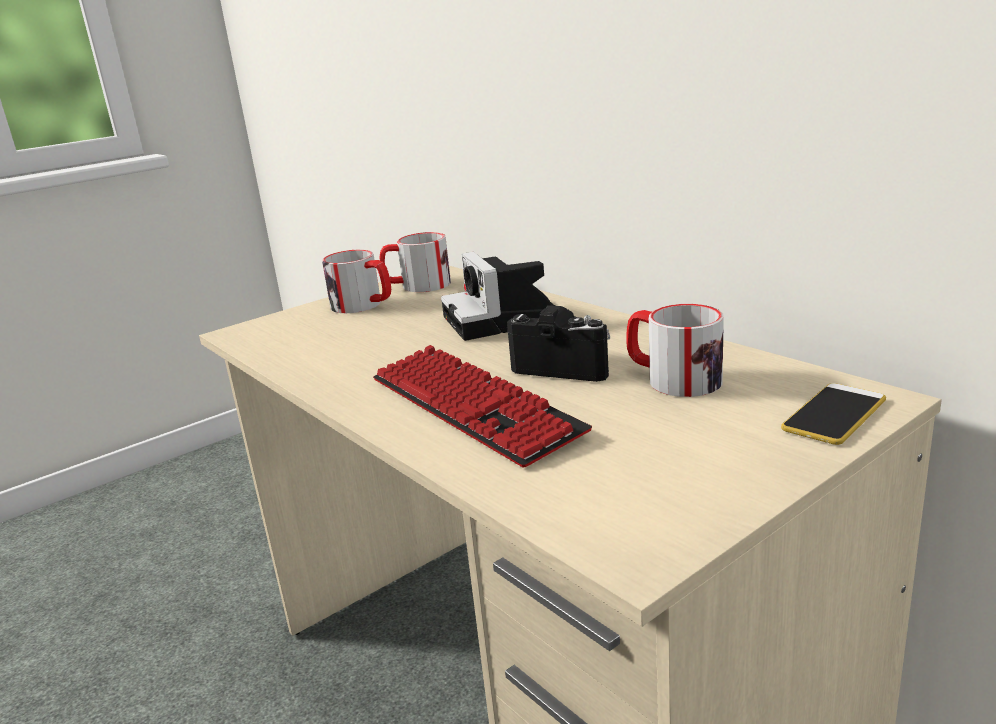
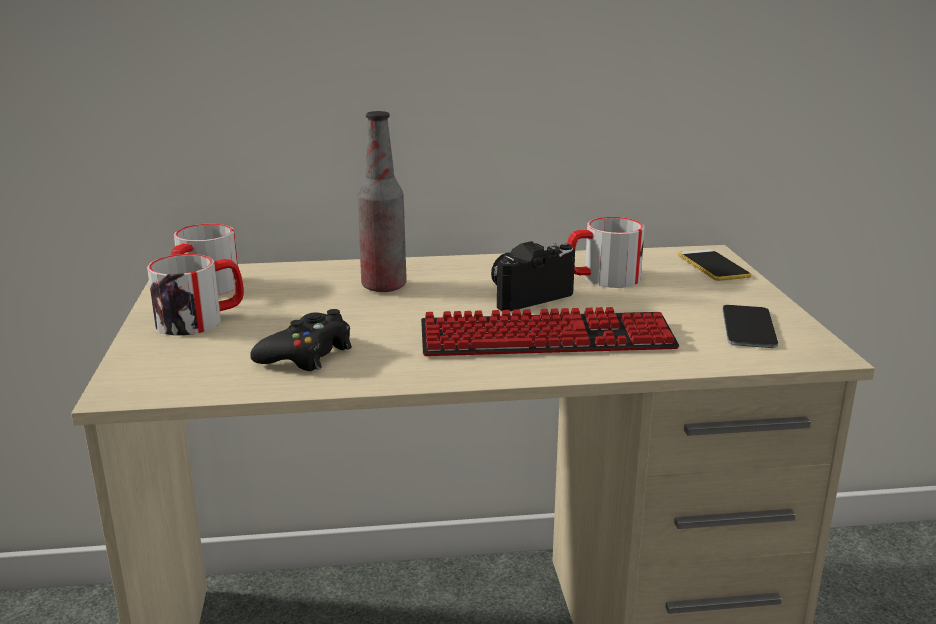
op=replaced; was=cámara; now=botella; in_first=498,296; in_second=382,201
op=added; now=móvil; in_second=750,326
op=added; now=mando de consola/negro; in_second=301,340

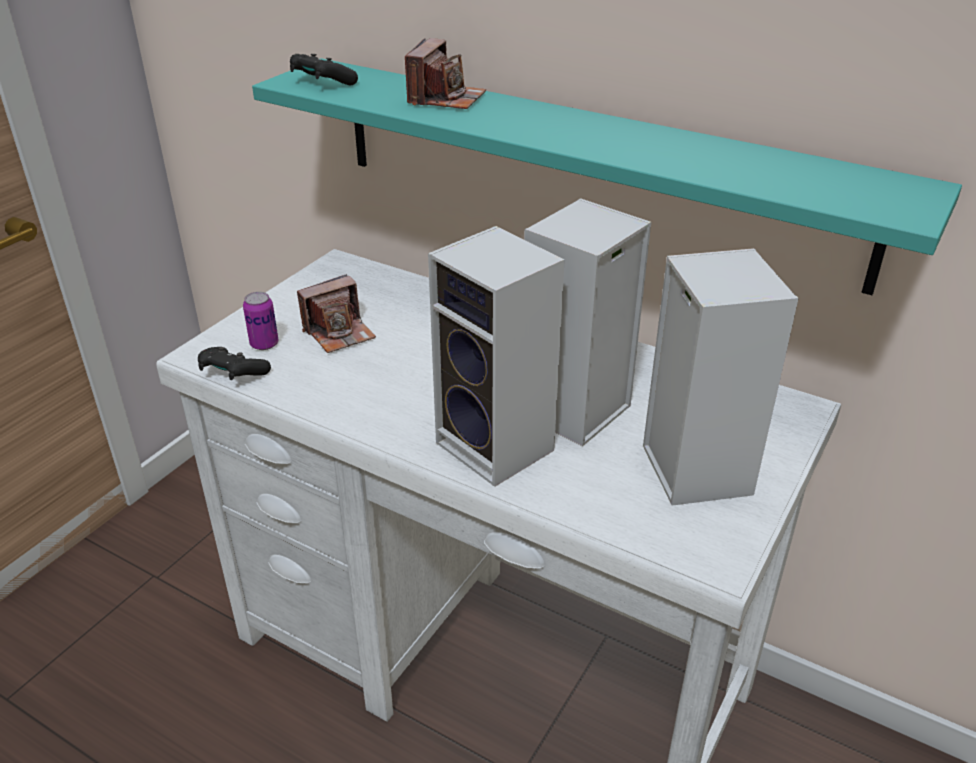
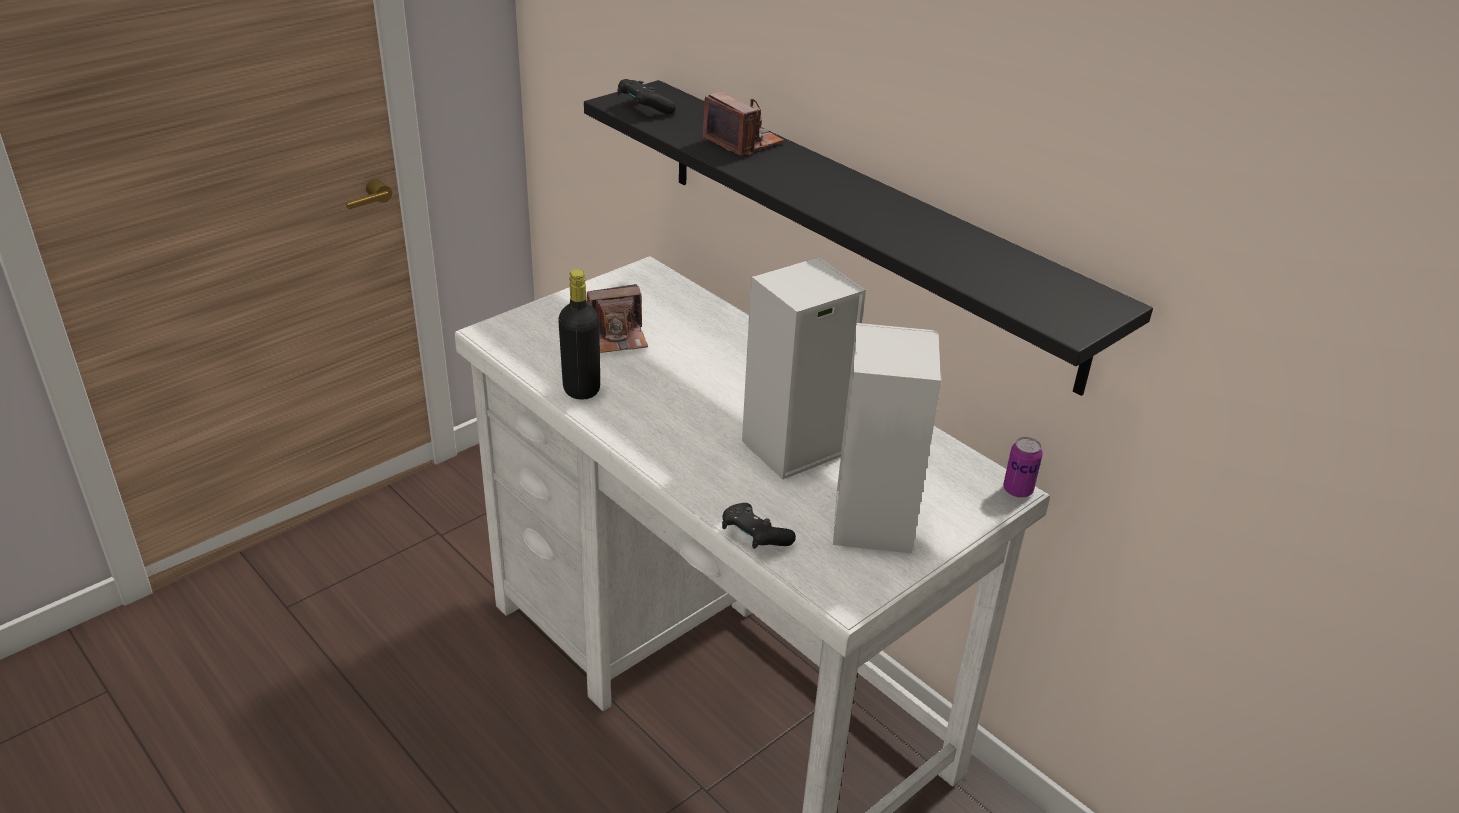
op=turned; was=cámara; in_first=445,73; in_second=743,124; clockwise=-75
op=recoloured; was=estante/turquesa; now=estante/negro; in_first=607,176; in_second=868,238
op=removed; was=altavoz; in_first=496,356
op=moved; was=lata; in_first=261,321; in_second=1023,467
op=moved; was=mando de consola/negro; in_first=234,363; in_second=759,526
op=added; now=botella/negro; in_second=579,334

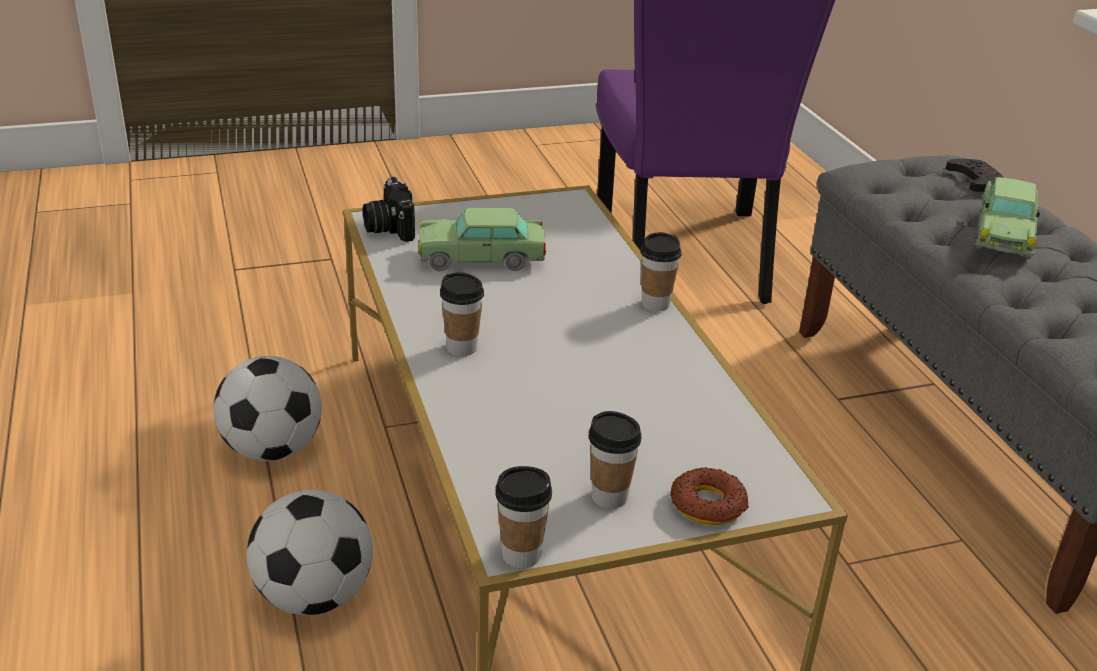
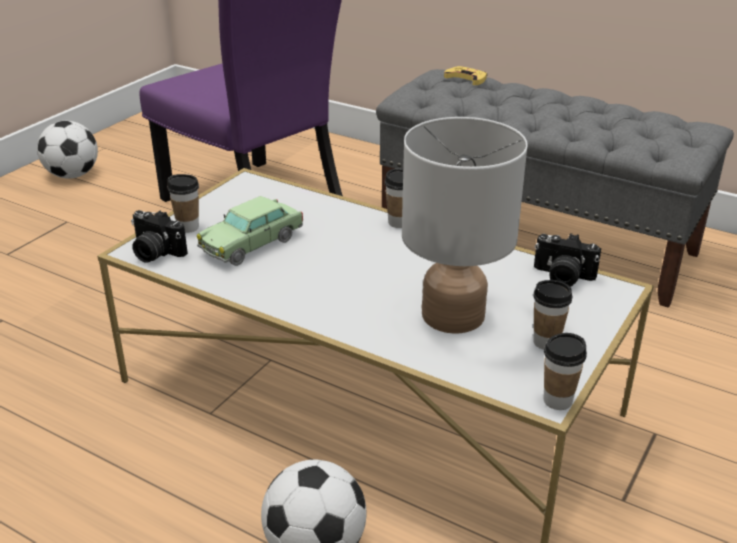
op=recoloured; was=mando de consola/negro; now=mando de consola/amarillo; in_first=975,175; in_second=465,75
op=removed; was=coche de juguete; in_first=1008,218
op=moved; was=taza; in_first=462,314; in_second=183,203
op=moved; was=balón de fútbol; in_first=267,408; in_second=67,150
op=removed; was=rosquilla; in_first=709,496
op=added; now=lámpara de mesa/gris; in_second=465,225
op=added; now=cámara; in_second=567,260

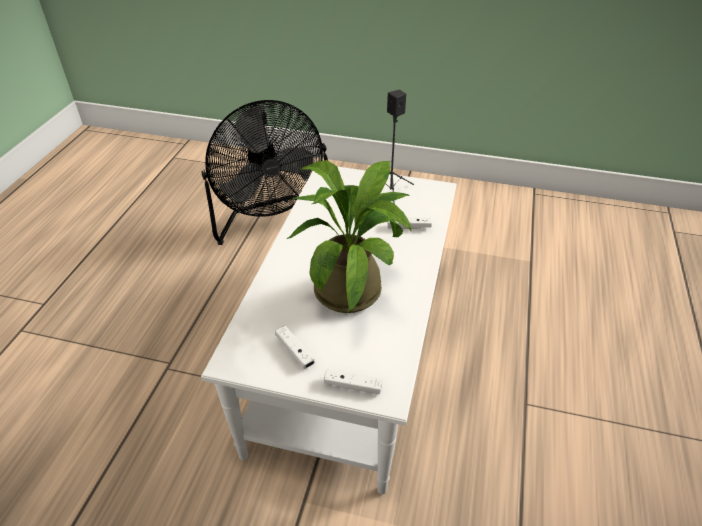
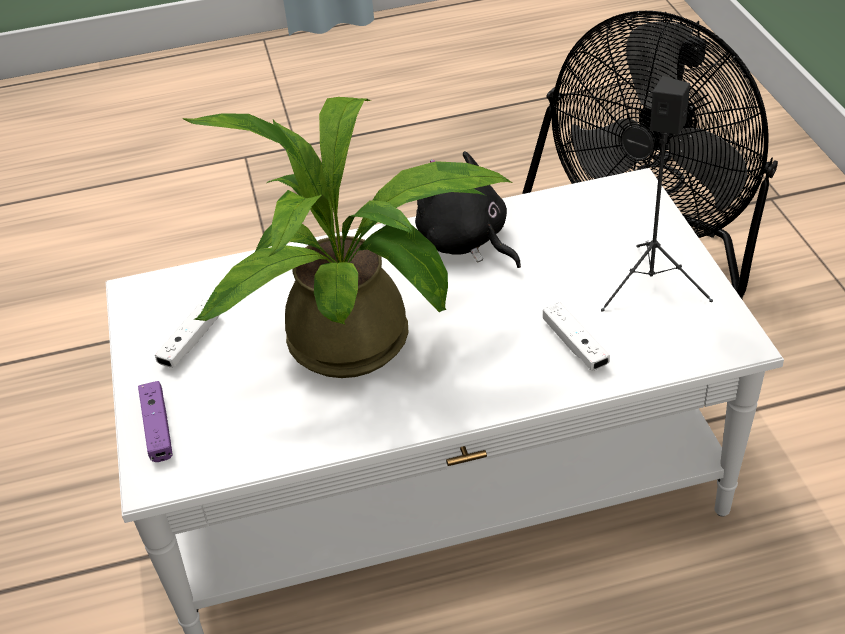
op=recoloured; was=mando de consola/blanco; now=mando de consola/morado; in_first=353,381; in_second=155,421
op=added; now=peluche/negro; in_second=468,209

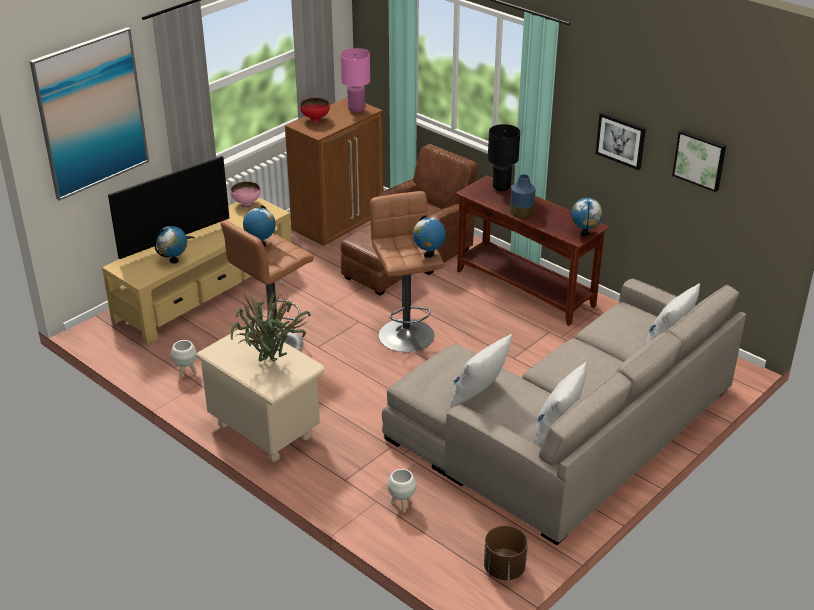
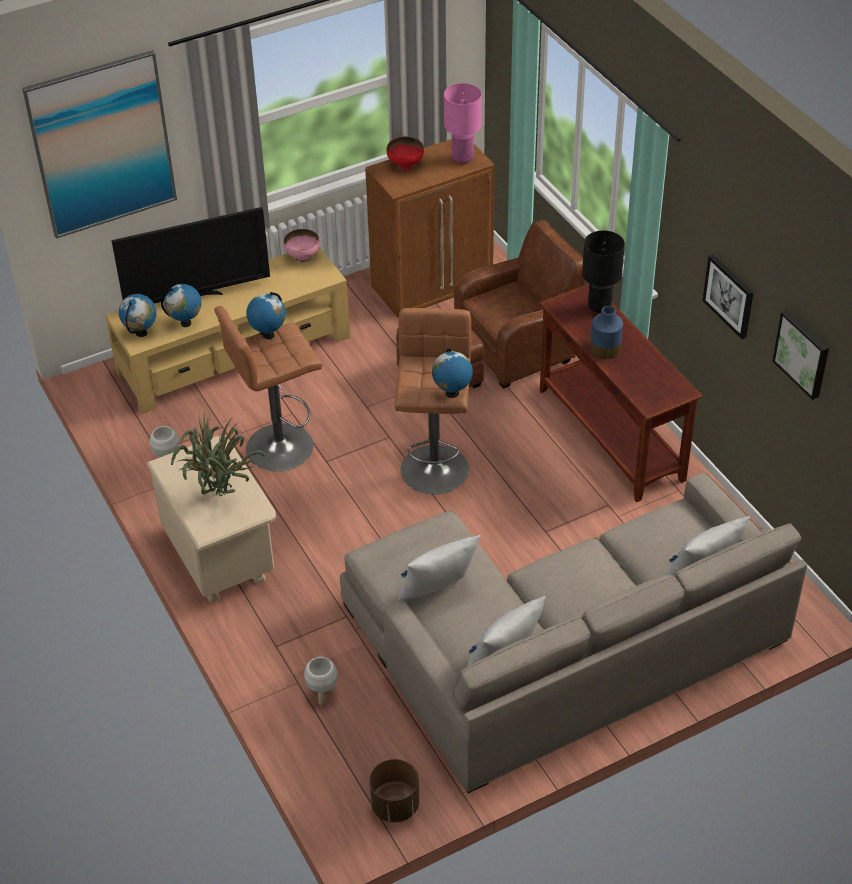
op=moved; was=globo terráqueo; in_first=587,217; in_second=138,315

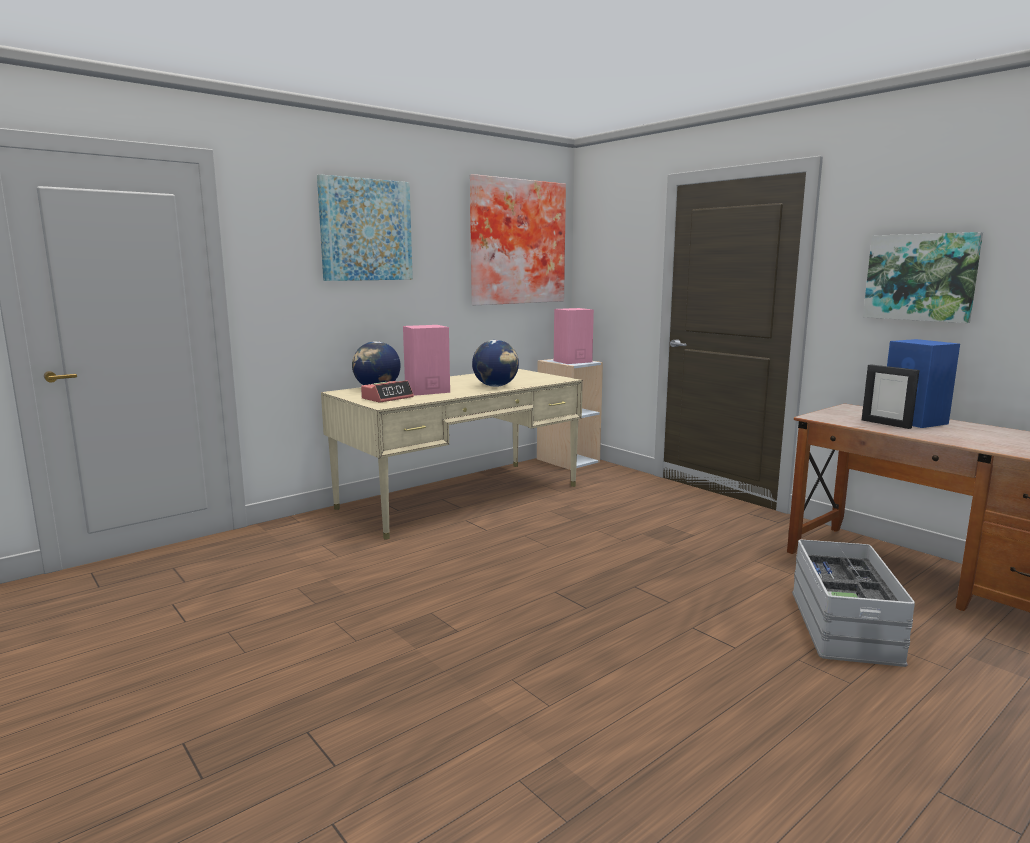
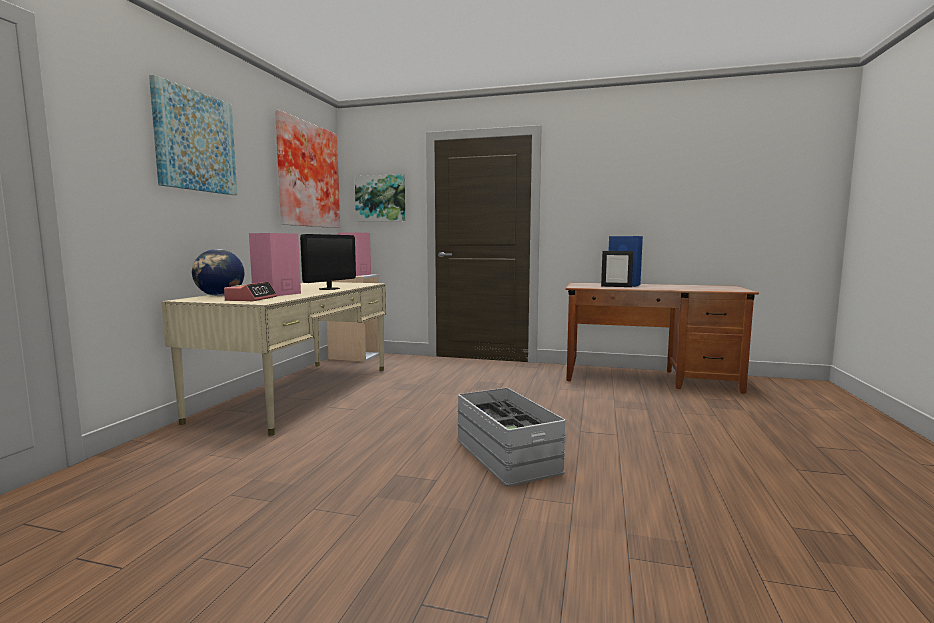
op=moved; was=cuadro; in_first=923,277; in_second=380,198
op=replaced; was=globo terráqueo; now=monitor; in_first=495,363; in_second=328,262
op=moved; was=caja de almacenaje/gris; in_first=853,603; in_second=511,437

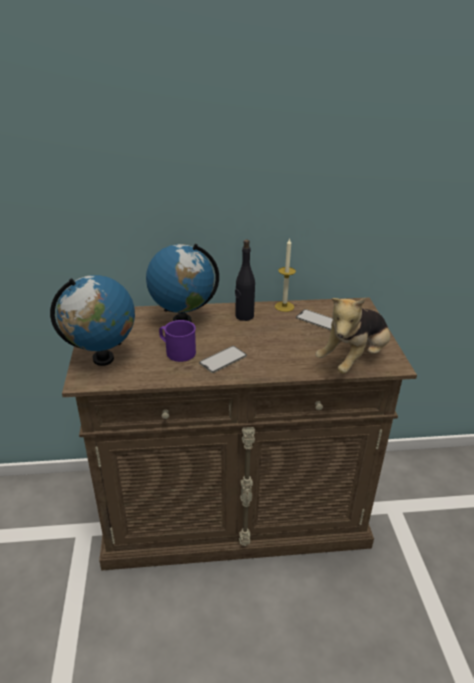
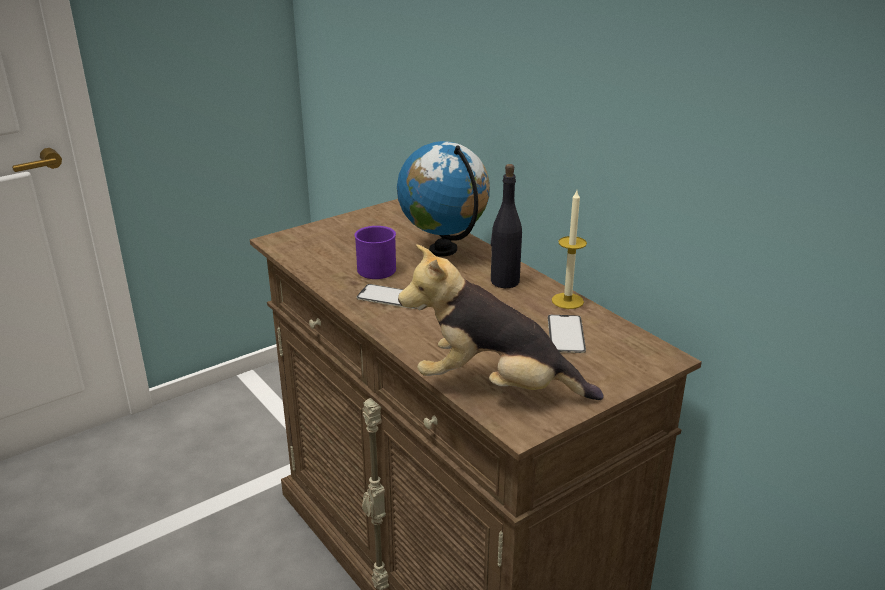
op=removed; was=globo terráqueo; in_first=92,320

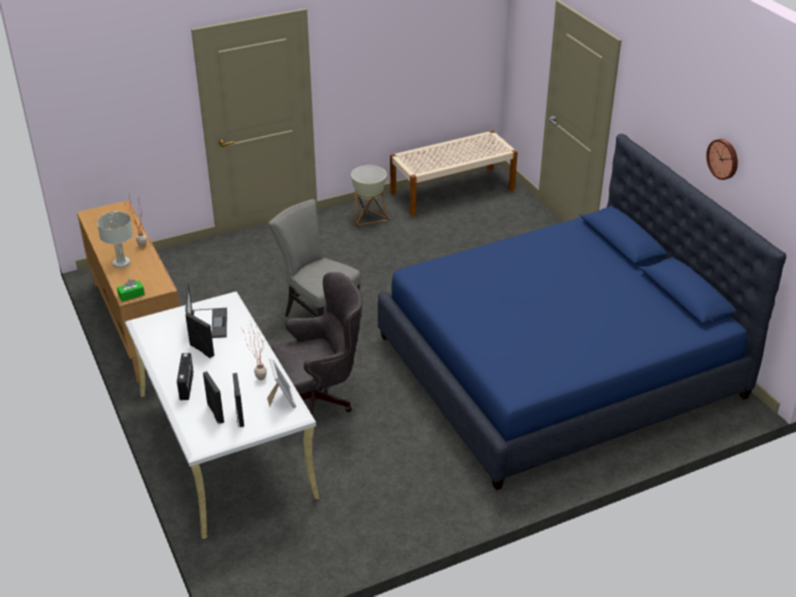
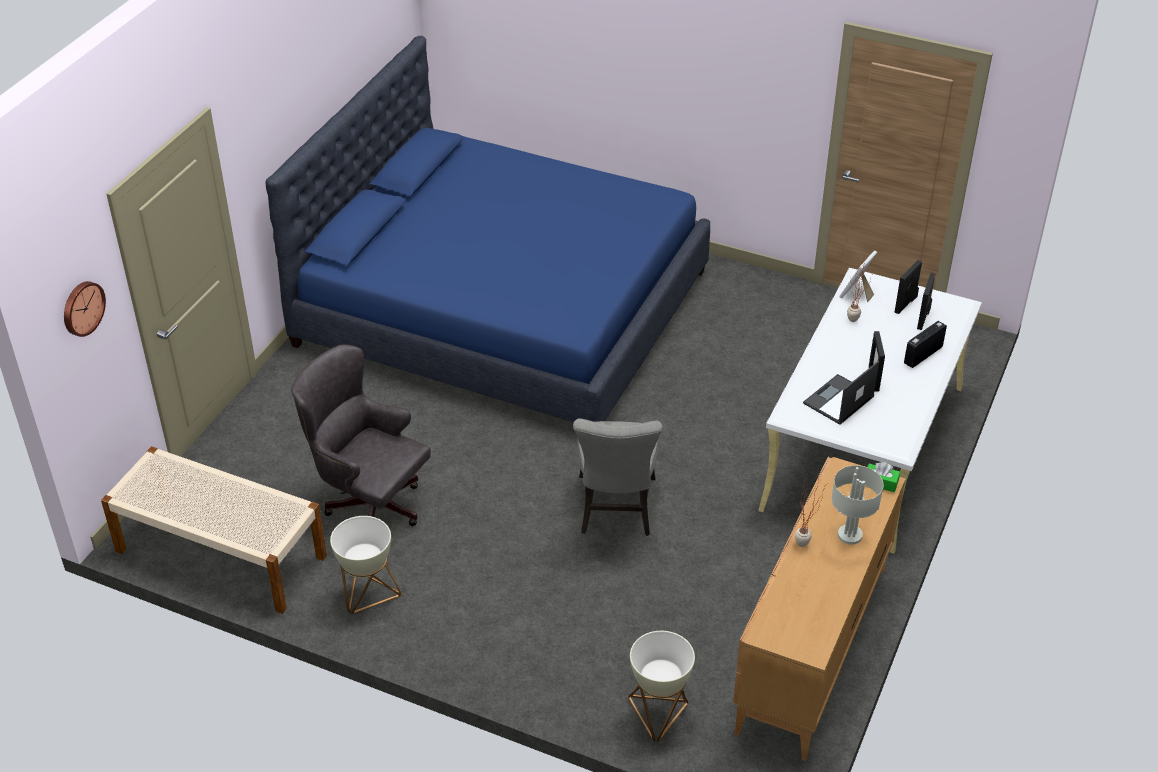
op=moved; was=reloj de pared; in_first=722,159; in_second=85,309
op=moved; was=silla de oficina/gris; in_first=316,344; in_second=361,435
op=added; now=maceta; in_second=661,686

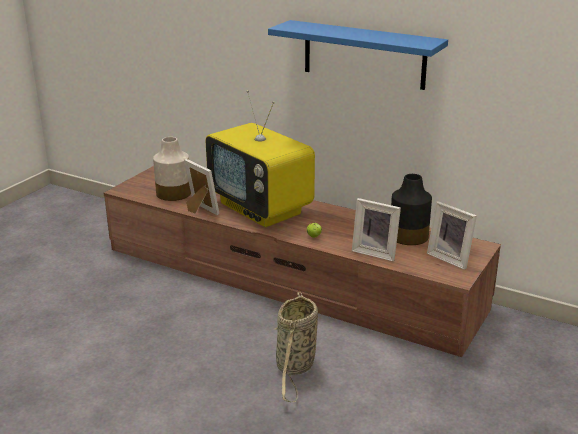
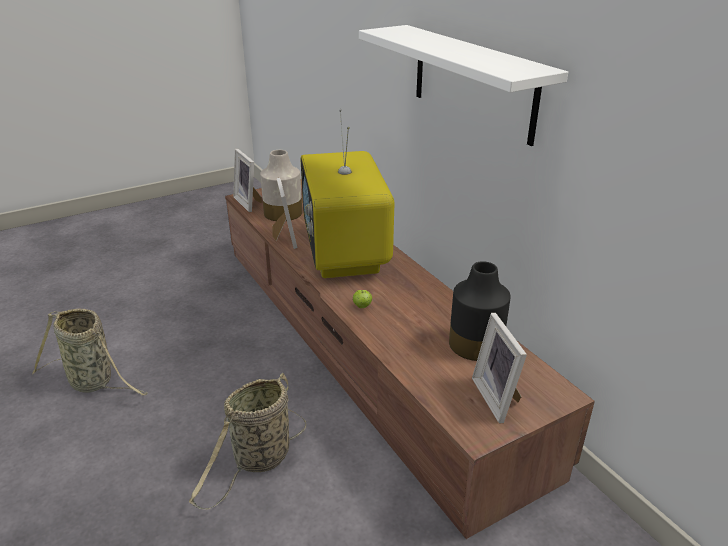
op=recoloured; was=estante/azul; now=estante/blanco; in_first=358,55; in_second=463,85
op=moved; was=portarretratos; in_first=376,230; in_second=247,180
op=added; now=cesta; in_second=90,352

